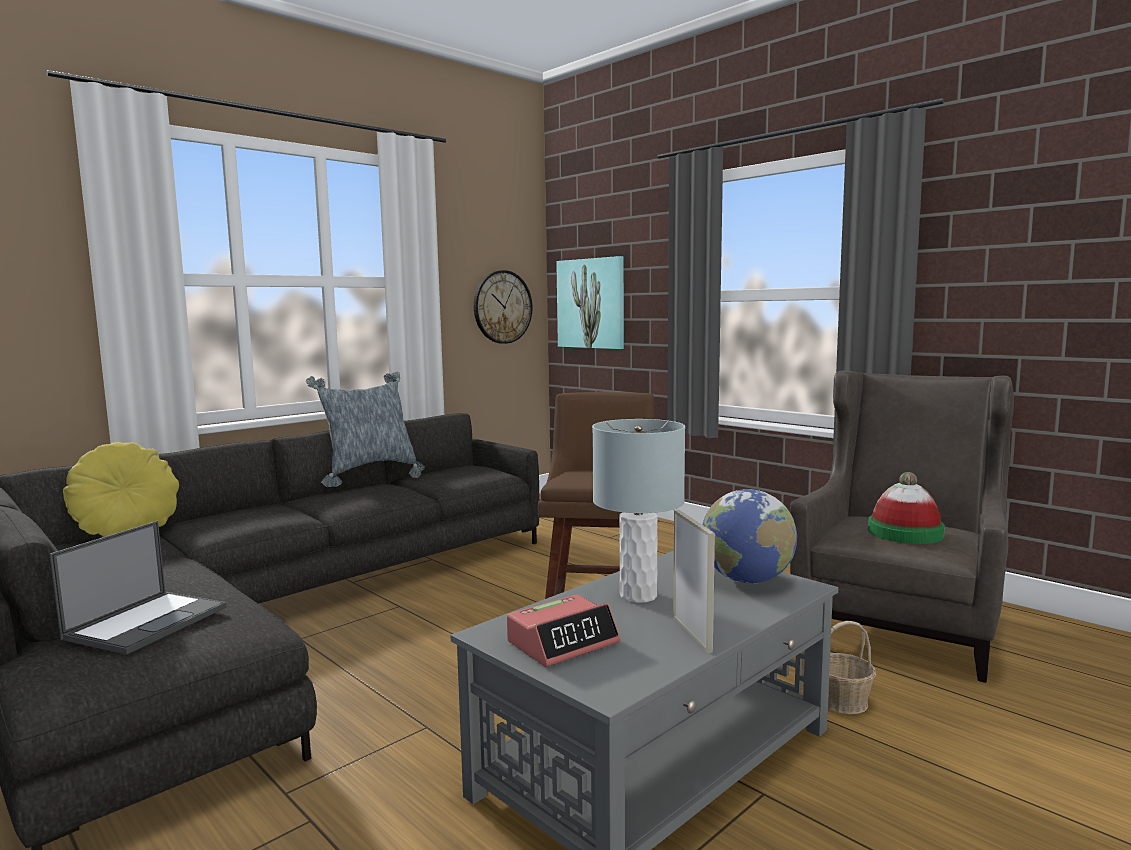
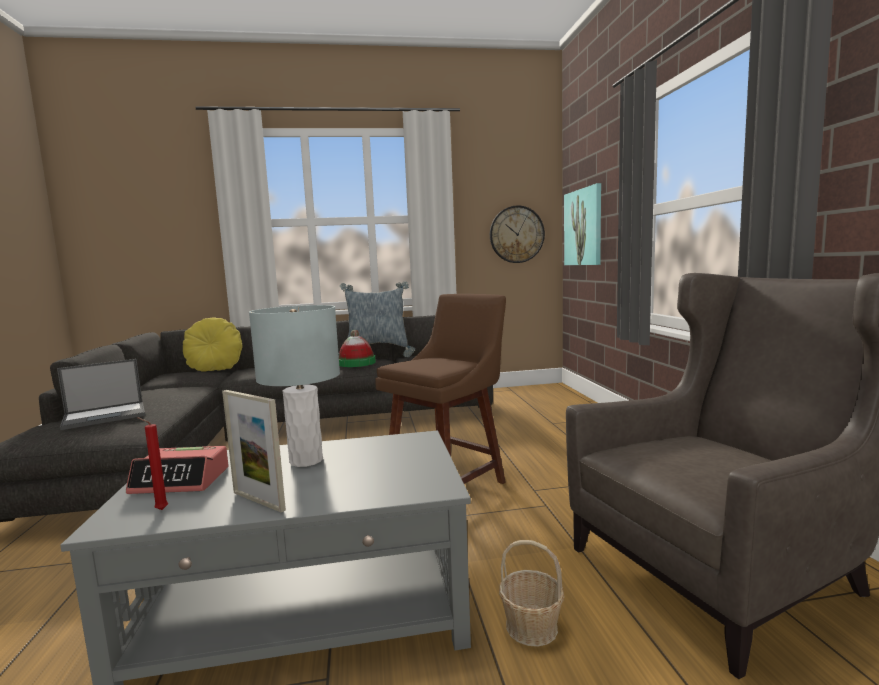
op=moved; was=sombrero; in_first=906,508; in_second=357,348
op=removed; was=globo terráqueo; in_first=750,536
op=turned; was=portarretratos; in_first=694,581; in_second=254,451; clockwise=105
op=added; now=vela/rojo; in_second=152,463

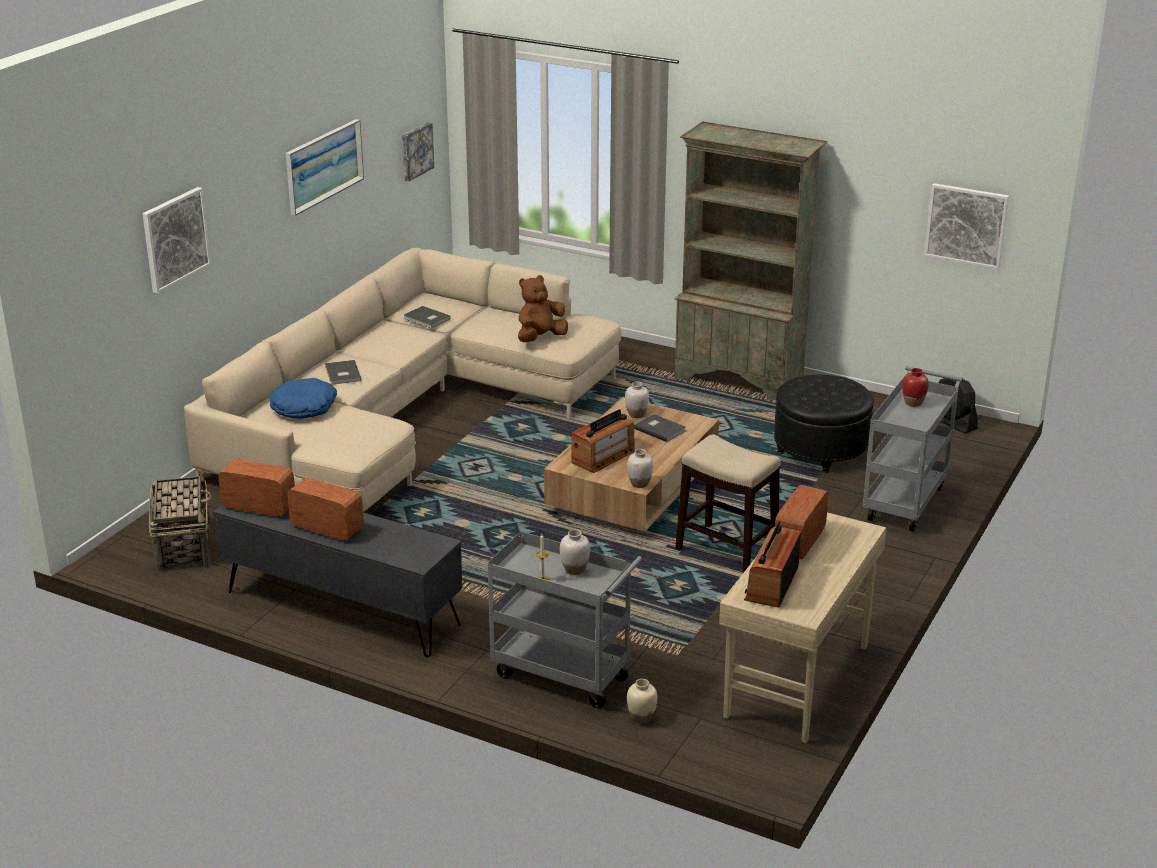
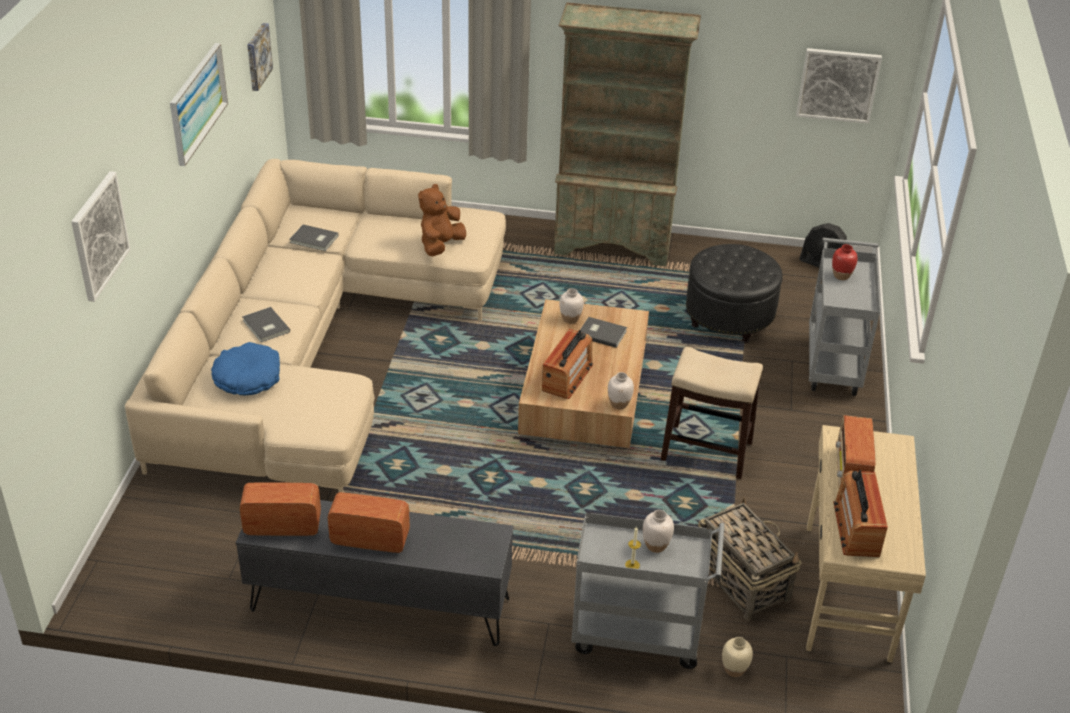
op=moved; was=cesta; in_first=180,521; in_second=750,558

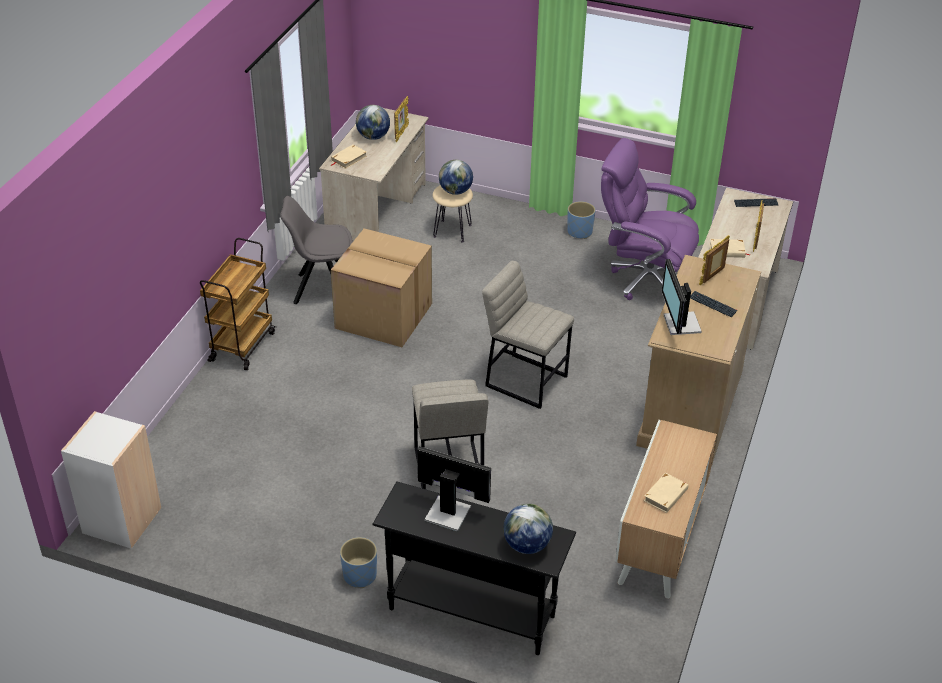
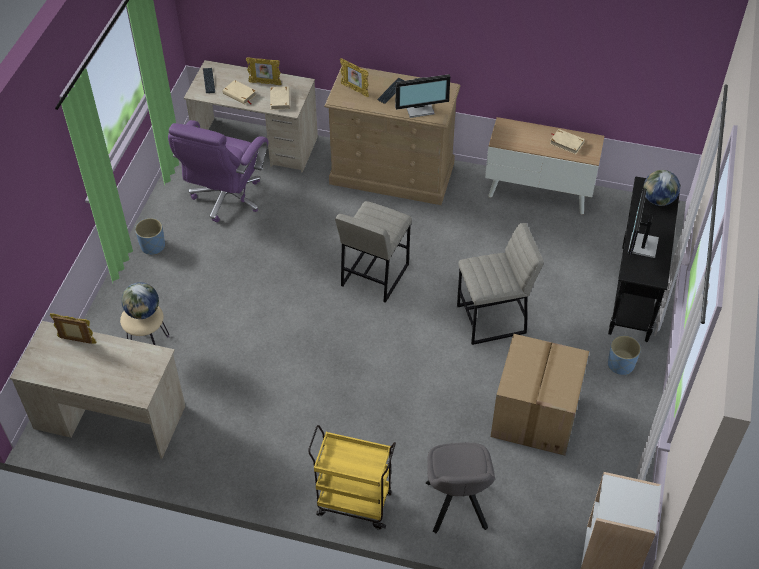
op=removed; was=globo terráqueo; in_first=373,122
op=moved; was=libro/beis; in_first=349,157; in_second=240,92
op=moved; was=silla/gris; in_first=316,250; in_second=460,488
op=moved; was=caja de cartón; in_first=381,287; in_second=540,394
op=recoloured; was=carrito/marrón; now=carrito/amarillo; in_first=238,304; in_second=352,477

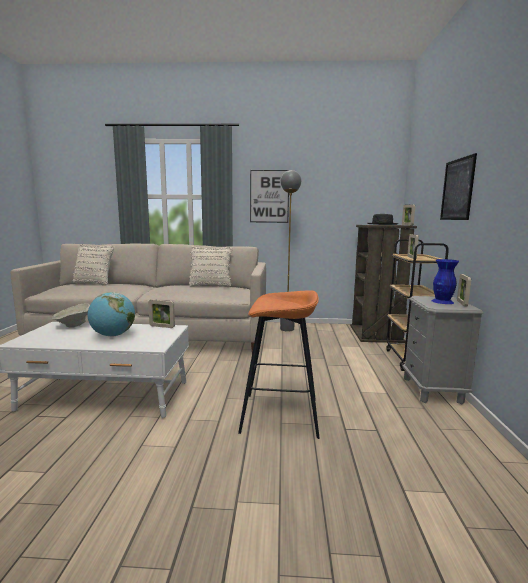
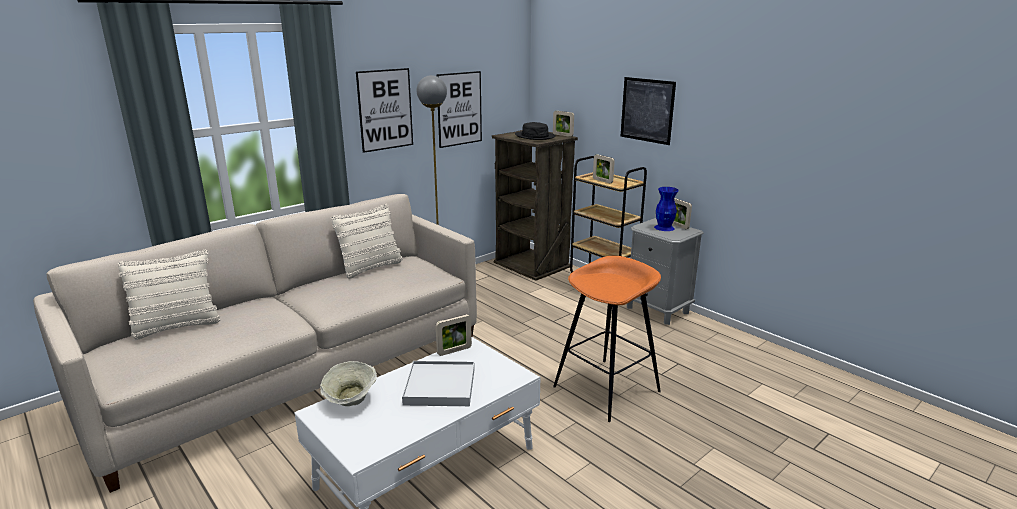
op=replaced; was=globo terráqueo; now=bandeja/blanco; in_first=111,314; in_second=438,383
op=added; now=cuadro; in_second=459,109

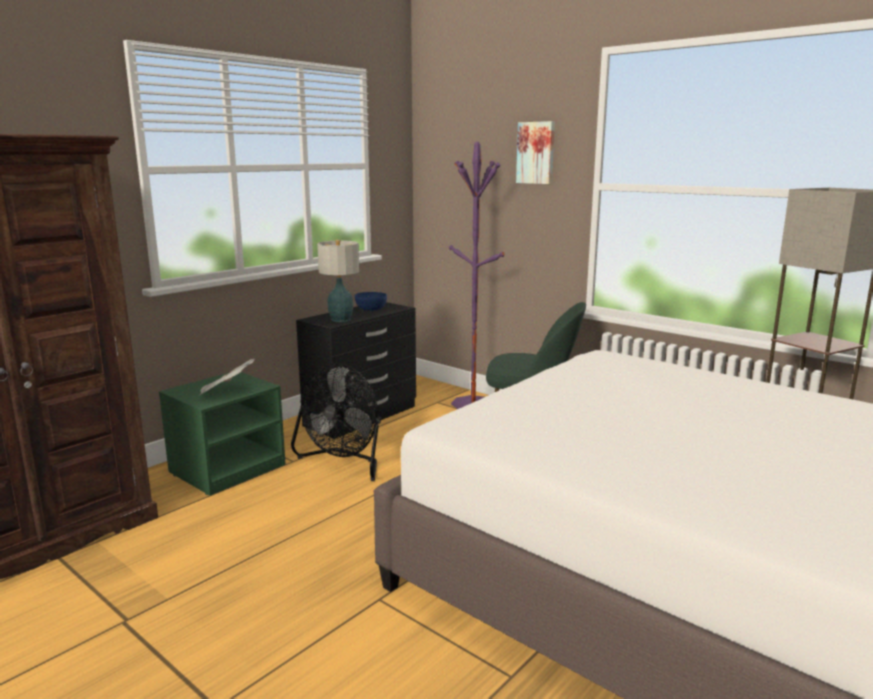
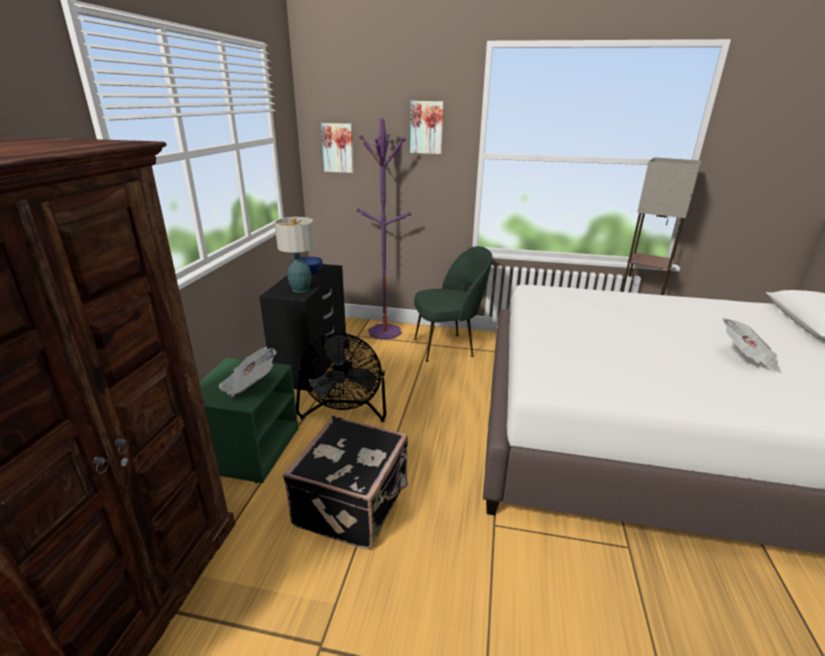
op=added; now=cuadro; in_second=337,148
op=added; now=periódico; in_second=752,345
op=added; now=maleta/negro; in_second=345,482

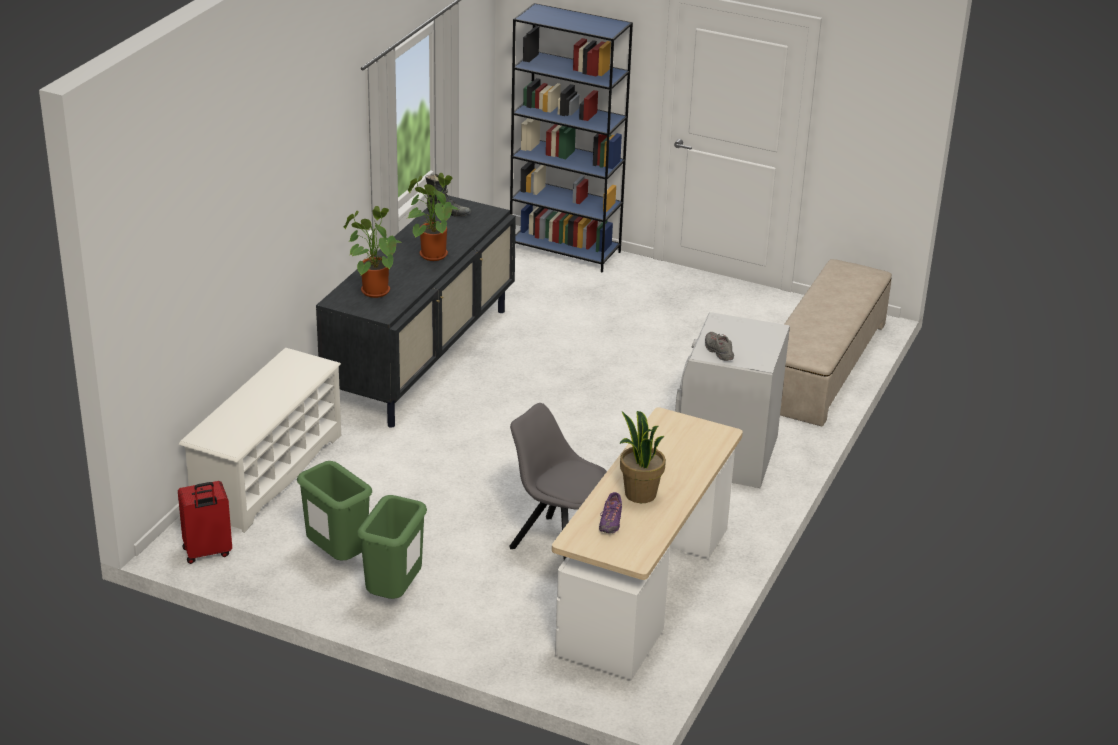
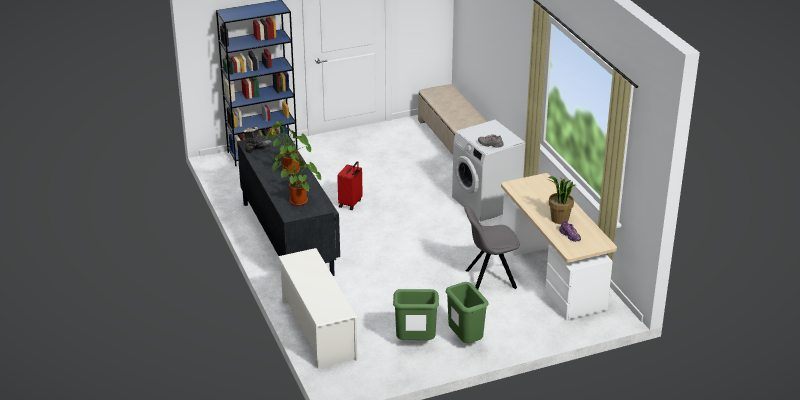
op=moved; was=maleta/rojo; in_first=205,522; in_second=350,185

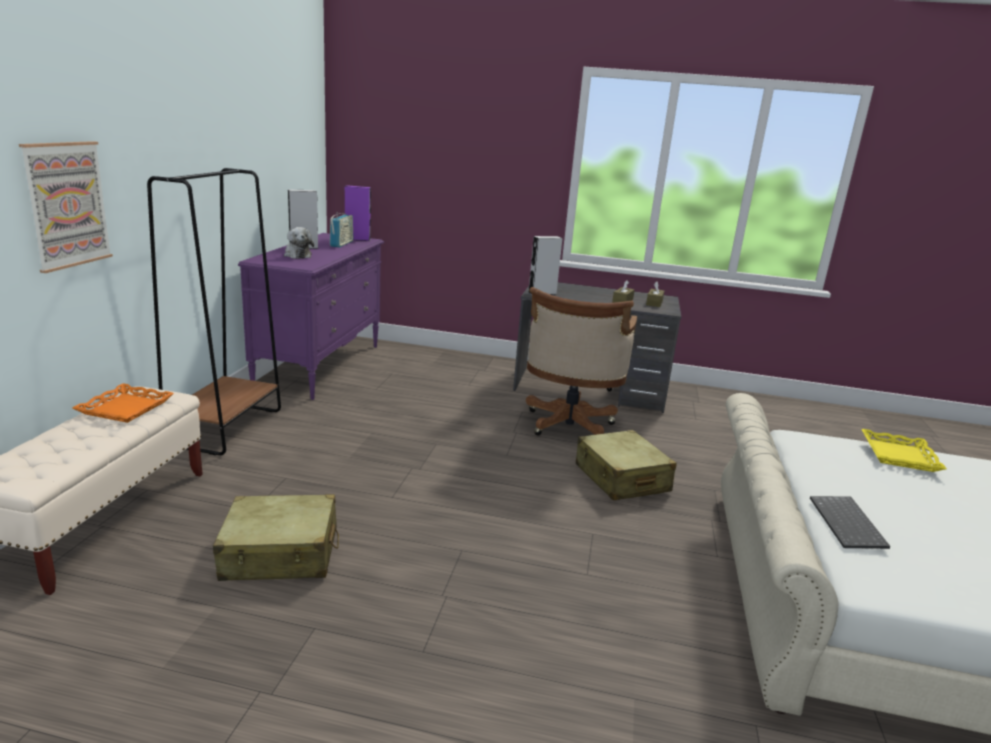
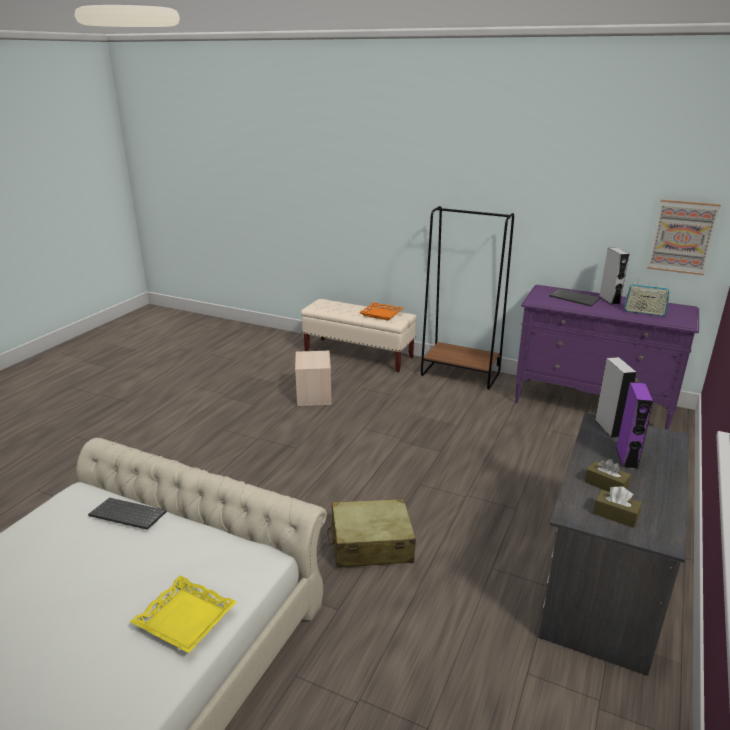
op=moved; was=cuadro; in_first=66,207; in_second=684,237
op=moved; was=altavoz/morado; in_first=358,213; in_second=634,425
op=replaced; was=peluche; now=teclado; in_first=299,243; in_second=574,297
op=removed; was=silla de oficina; in_first=581,361
op=replaced; was=maleta/beis; now=caja de almacenaje/beis; in_first=276,537; in_second=313,378

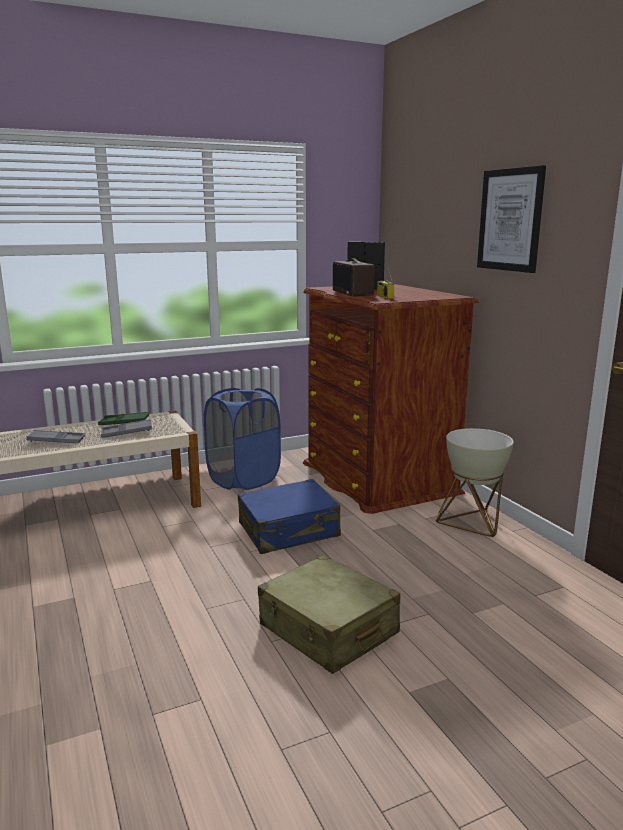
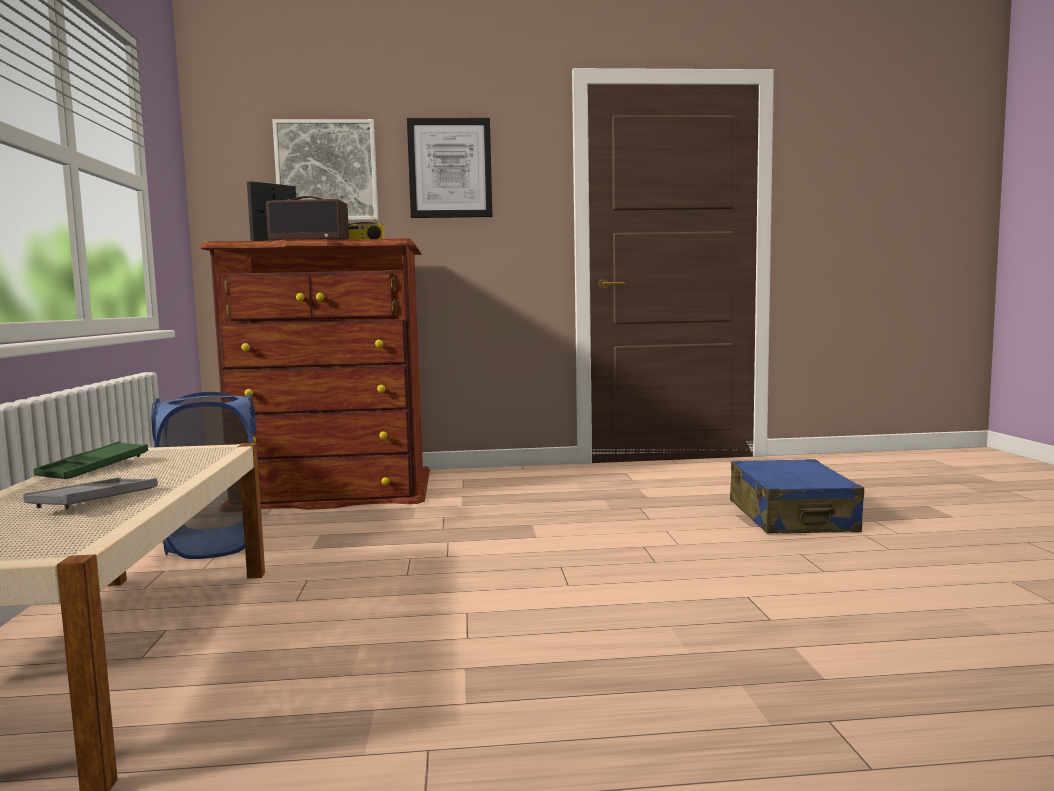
op=removed; was=bandeja/gris; in_first=126,428
op=removed; was=maceta; in_first=475,482
op=moved; was=maleta/azul; in_first=289,516; in_second=797,496
op=removed; was=maleta/beis; in_first=329,614
op=added; now=cuadro; in_second=325,170

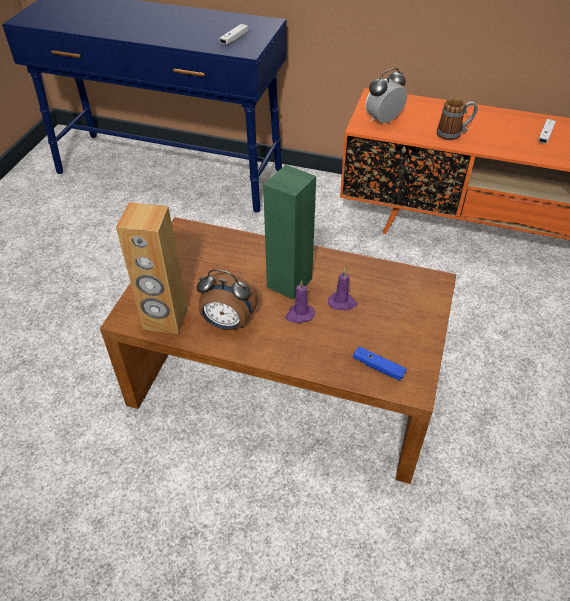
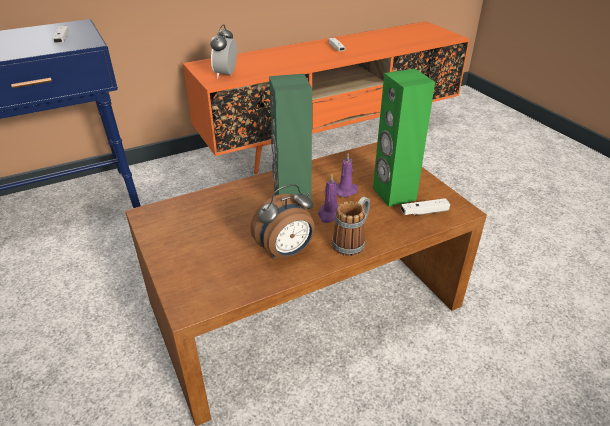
op=moved; was=taza grande; in_first=457,119; in_second=351,226
op=removed; was=altavoz/marrón; in_first=152,268
op=recoloured; was=mando de consola/azul; now=mando de consola/blanco; in_first=379,363; in_second=425,206
op=added; now=altavoz/verde; in_second=404,138

